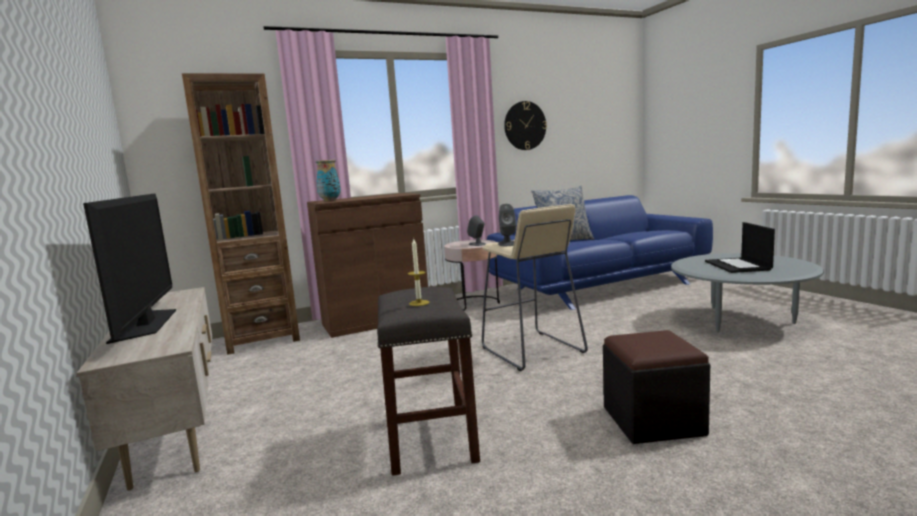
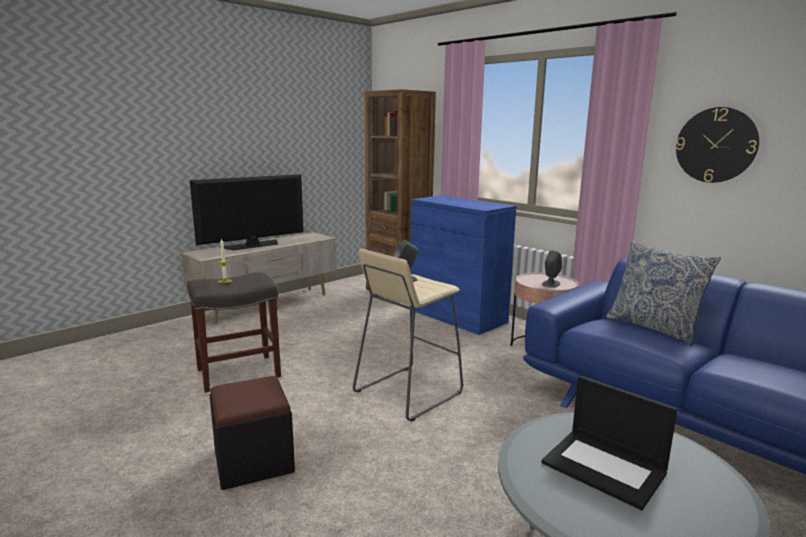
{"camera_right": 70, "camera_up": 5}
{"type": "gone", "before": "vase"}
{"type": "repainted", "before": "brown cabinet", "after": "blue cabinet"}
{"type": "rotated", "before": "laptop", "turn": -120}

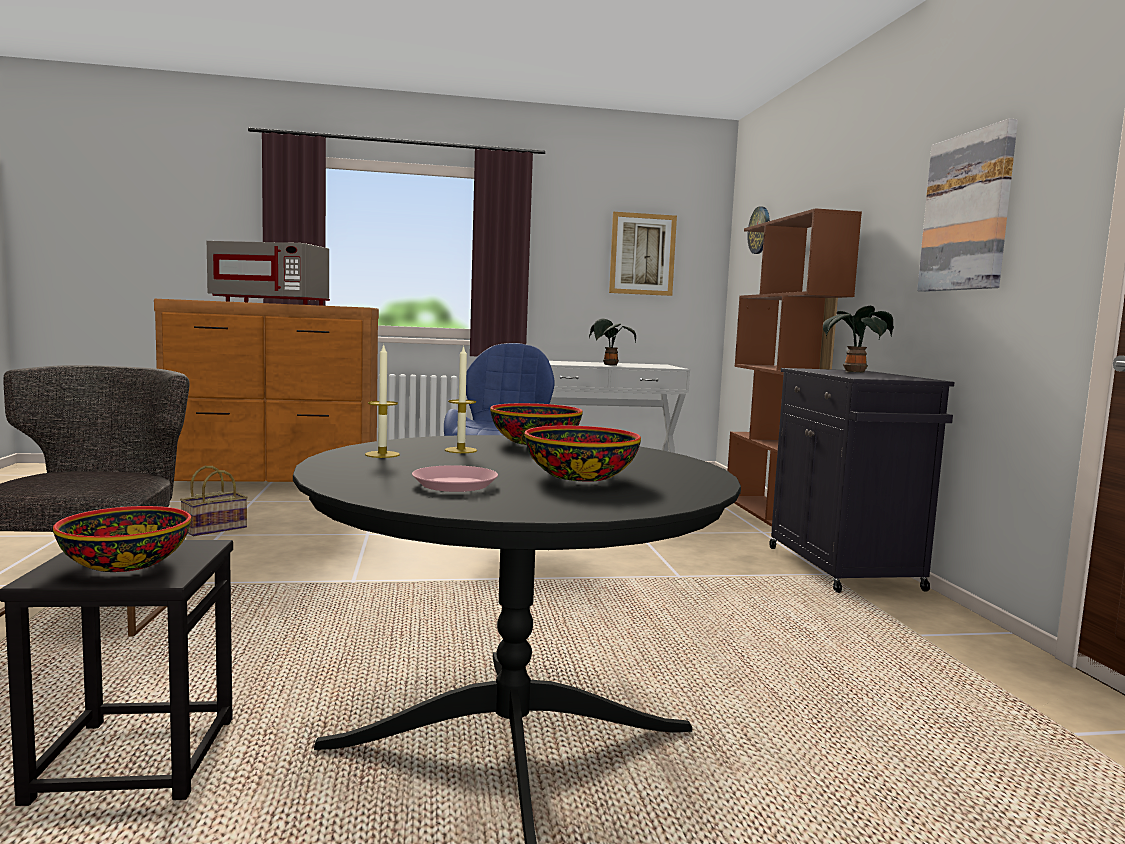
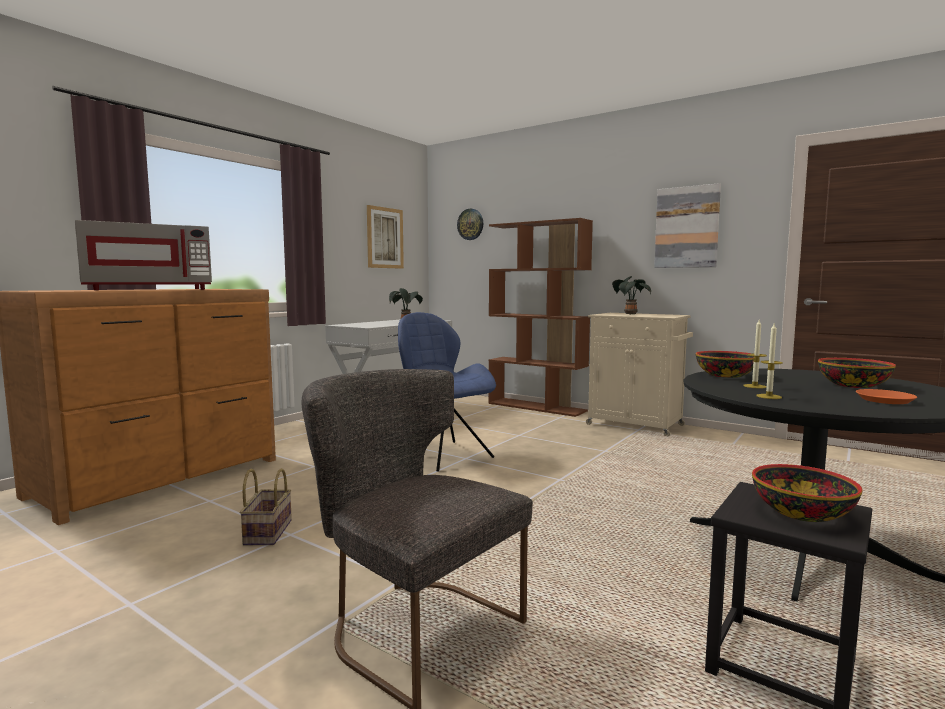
{"camera_right": -45, "camera_up": 0}
{"type": "repainted", "before": "pink plate", "after": "orange plate"}
{"type": "repainted", "before": "black cabinet", "after": "beige cabinet"}

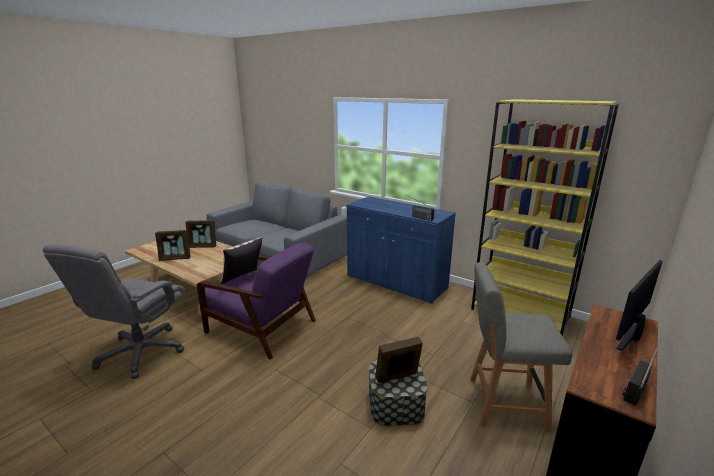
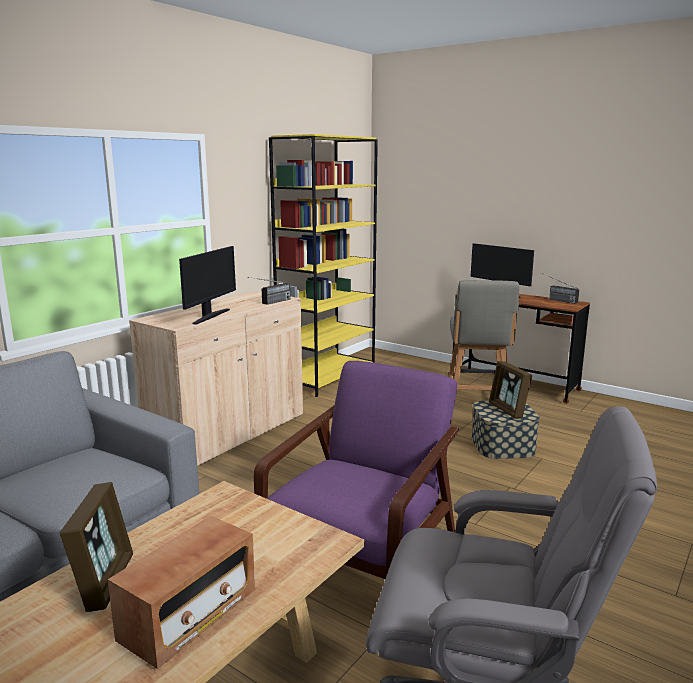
{"camera_right": -90, "camera_up": -5}
{"type": "gone", "before": "beige pillow"}
{"type": "new", "after": "monitor (no. 1 from left)"}
{"type": "swapped", "before": "picture frame (no. 1 from left)", "after": "radio (no. 1 from left)"}
{"type": "repainted", "before": "blue cabinet", "after": "beige cabinet"}

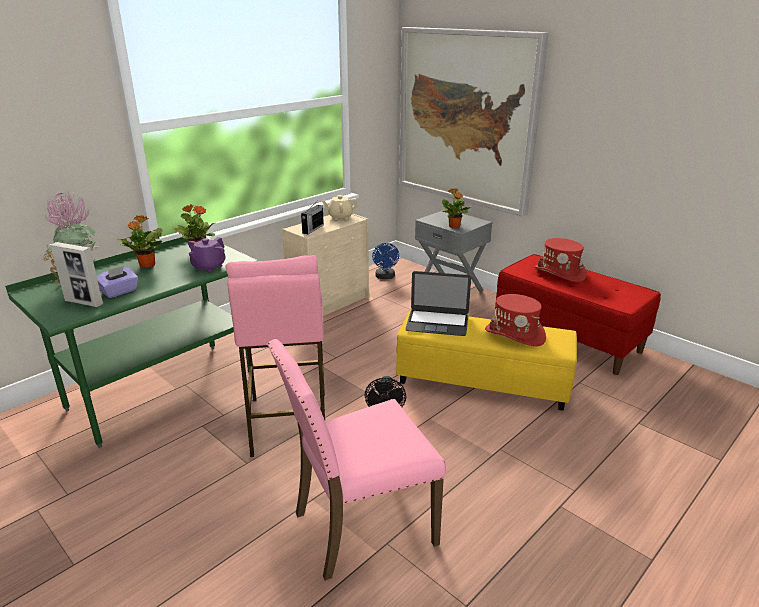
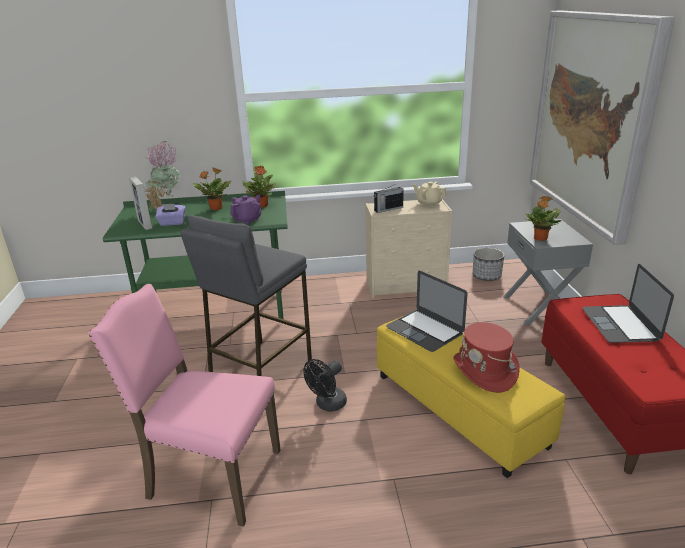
{"camera_right": 40, "camera_up": 0}
{"type": "swapped", "before": "blue fan", "after": "planter"}
{"type": "swapped", "before": "red hat (no. 2 from left)", "after": "laptop (no. 2 from left)"}
{"type": "repainted", "before": "pink stool", "after": "grey stool"}
{"type": "rotated", "before": "purple teapot", "turn": 150}

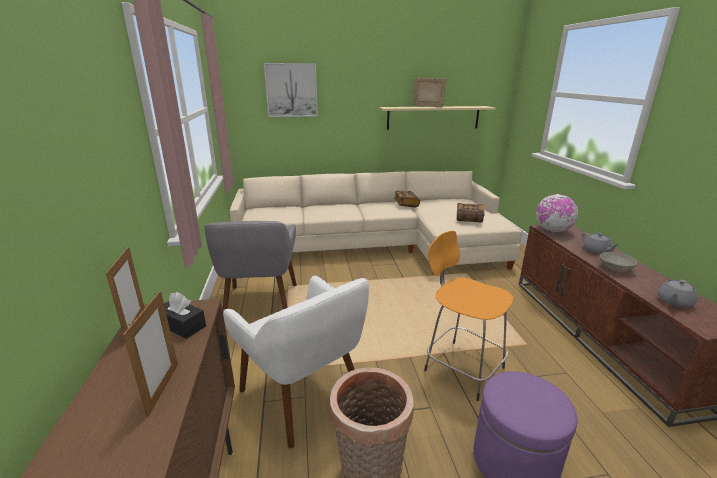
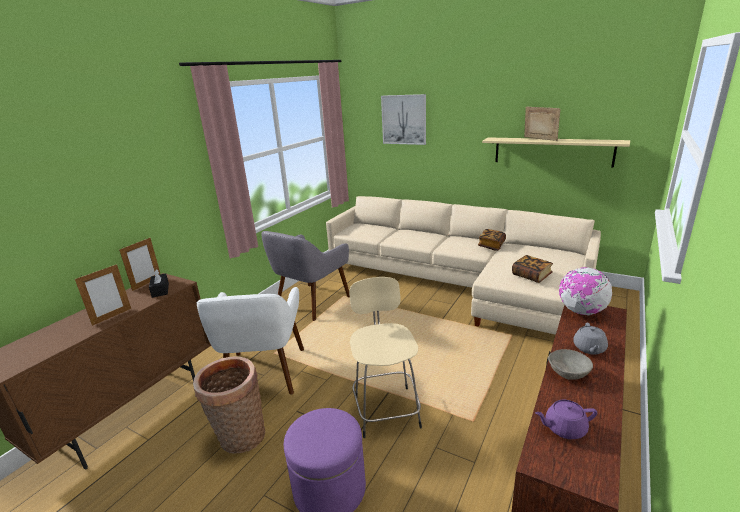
{"camera_right": 40, "camera_up": 0}
{"type": "repainted", "before": "orange stool", "after": "beige stool"}
{"type": "repainted", "before": "grey teapot (no. 2 from left)", "after": "purple teapot"}

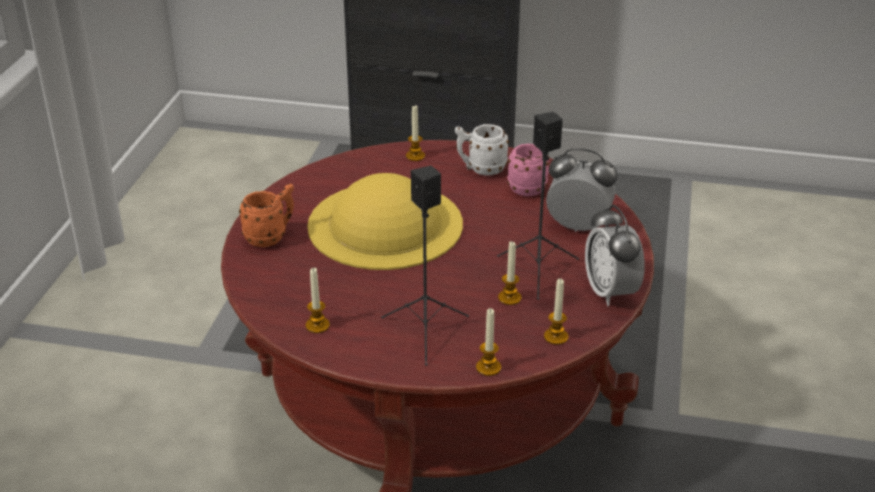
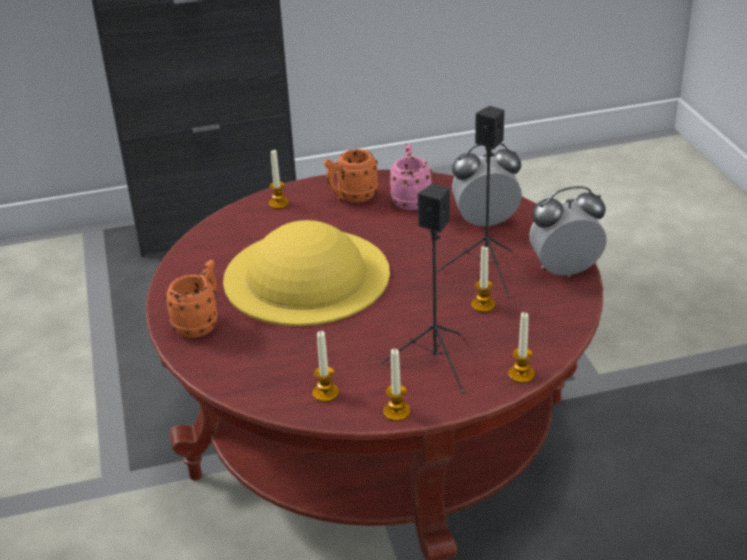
{"camera_right": -25, "camera_up": 0}
{"type": "shifted", "before": "candle (no. 5 from left in the first image)", "after": "candle (no. 3 from left)"}
{"type": "repainted", "before": "white mug", "after": "orange mug (no. 2 from left)"}
{"type": "rotated", "before": "alarm clock (no. 2 from left)", "turn": 120}

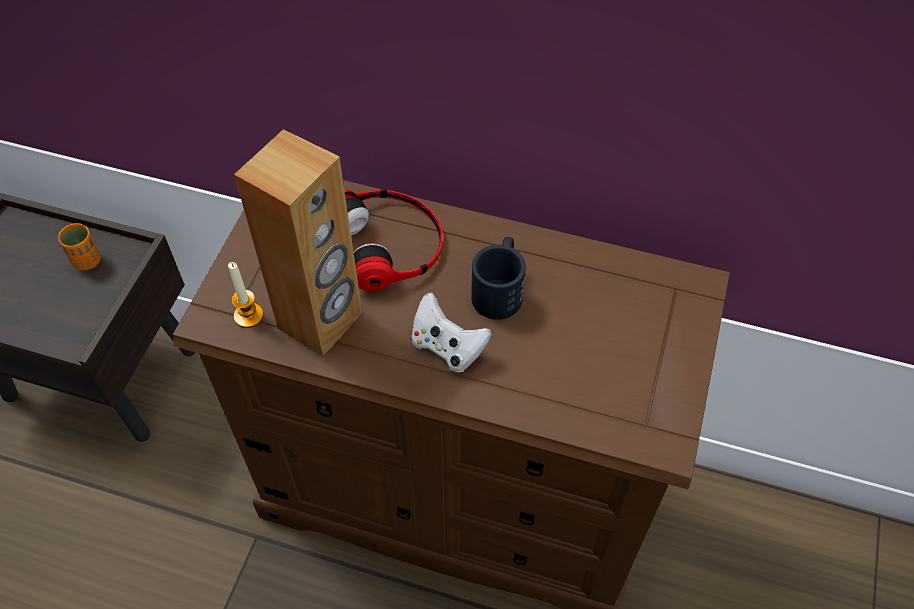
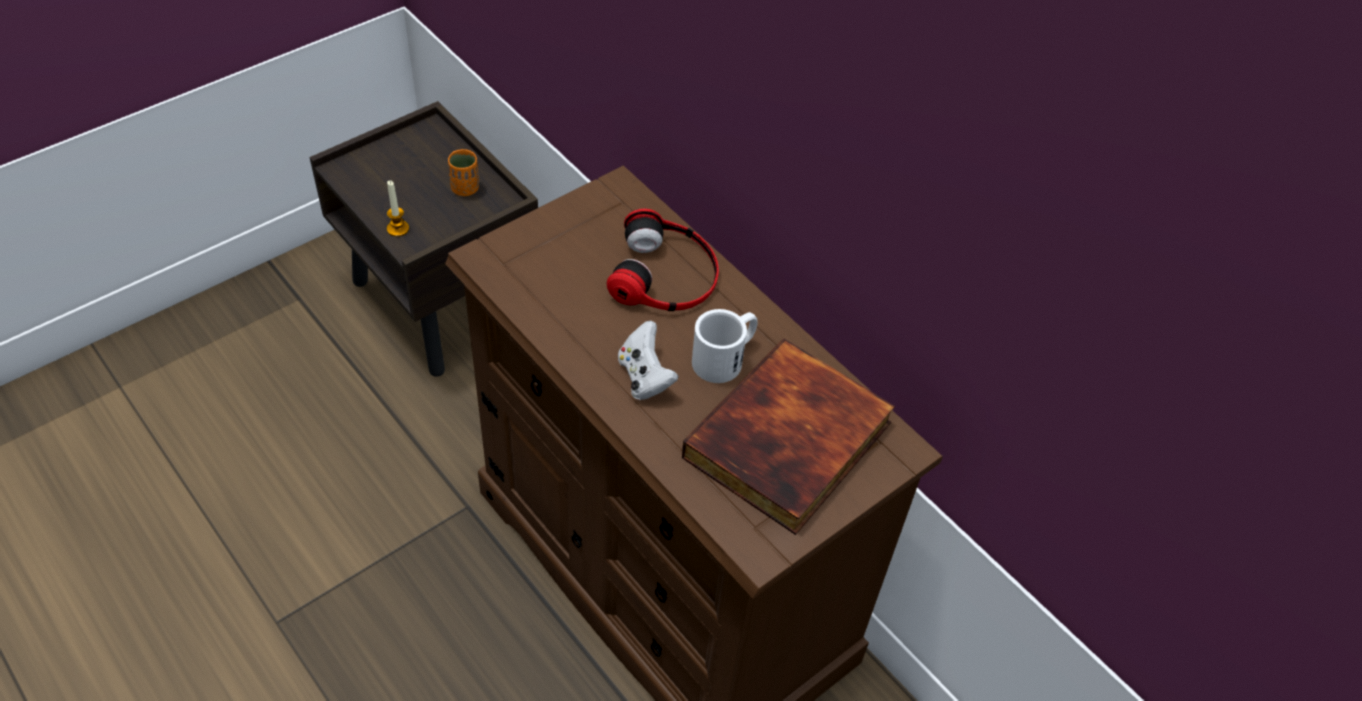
{"camera_right": 30, "camera_up": -5}
{"type": "gone", "before": "brown speaker"}
{"type": "new", "after": "book"}
{"type": "shifted", "before": "candle"}
{"type": "repainted", "before": "black mug", "after": "white mug"}

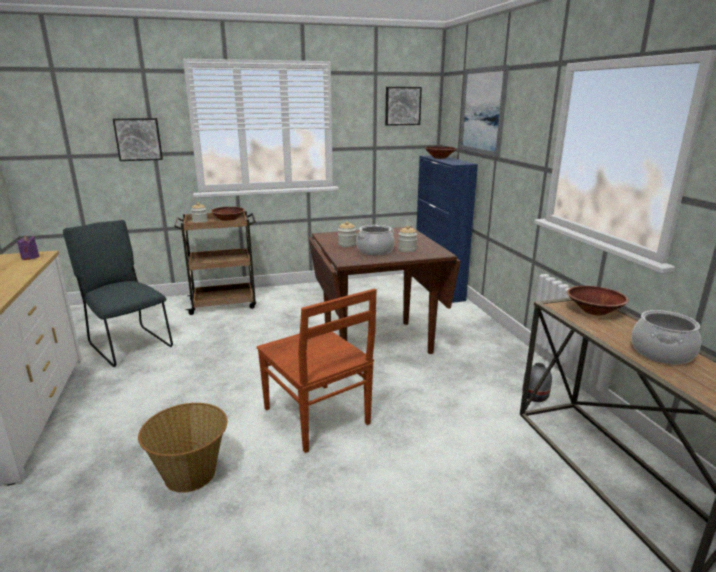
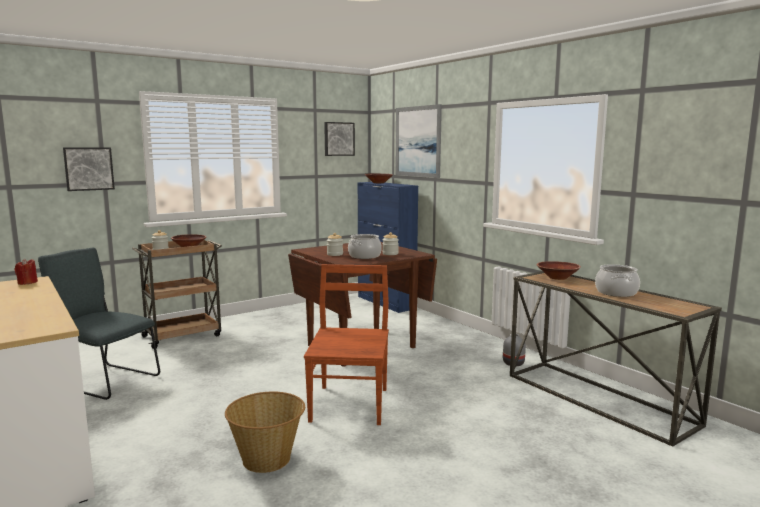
{"camera_right": -20, "camera_up": -10}
{"type": "repainted", "before": "purple candle", "after": "red candle"}
{"type": "rotated", "before": "brown chair", "turn": -120}

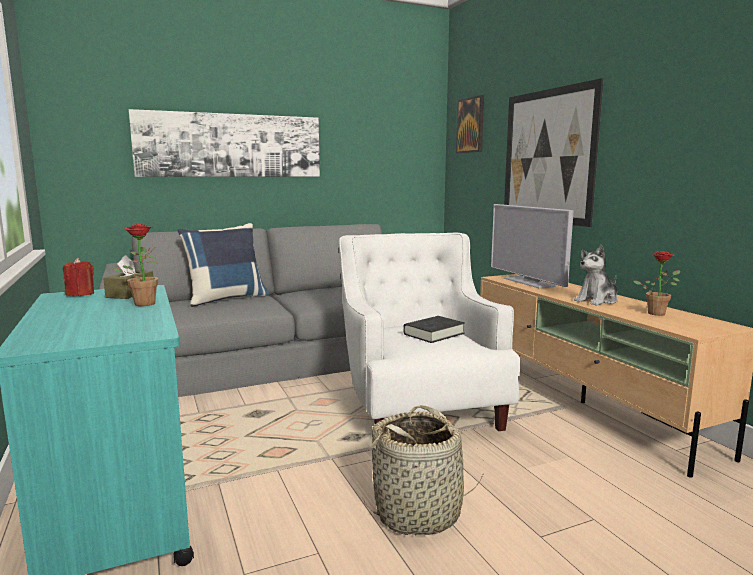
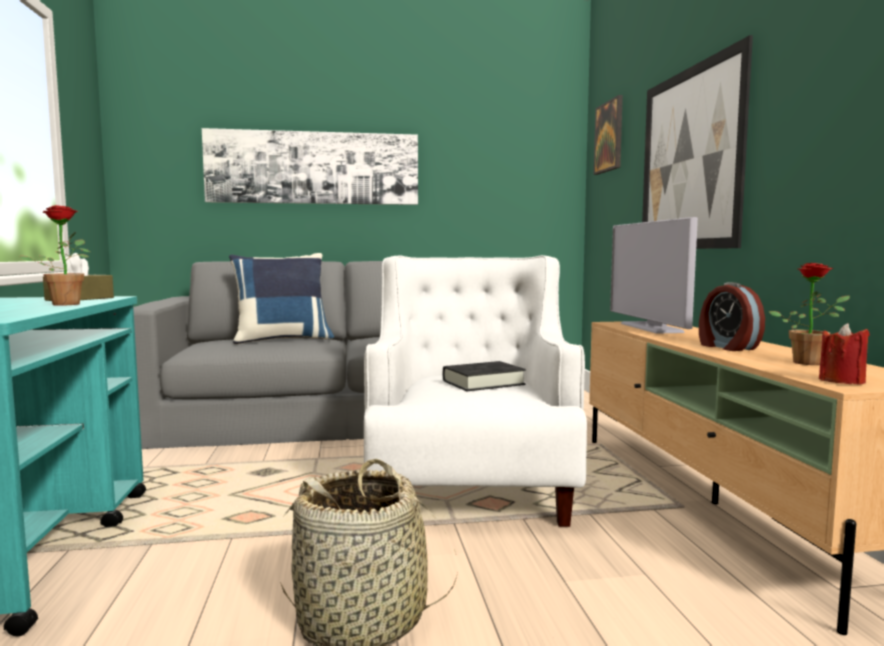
{"camera_right": 15, "camera_up": -5}
{"type": "shifted", "before": "red candle"}
{"type": "swapped", "before": "plush toy", "after": "alarm clock"}

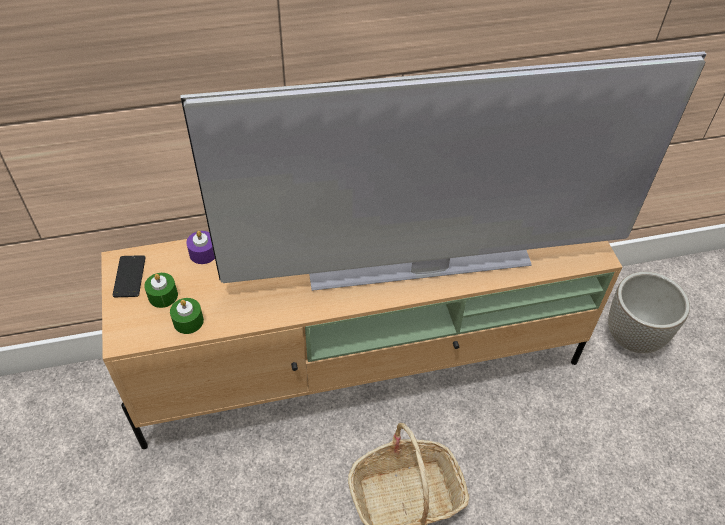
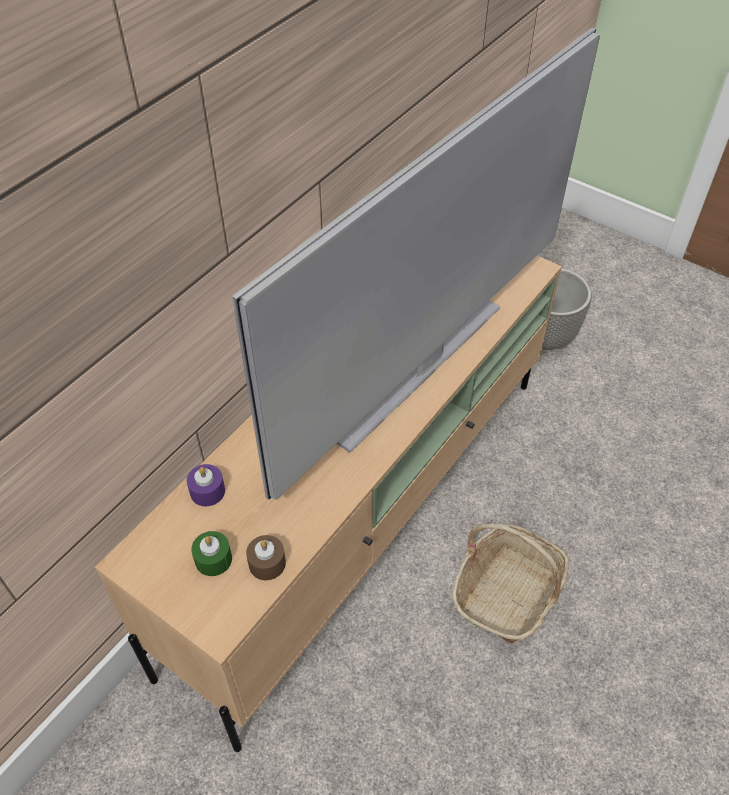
{"camera_right": -40, "camera_up": 0}
{"type": "gone", "before": "phone"}
{"type": "repainted", "before": "green candle (no. 2 from left)", "after": "brown candle"}

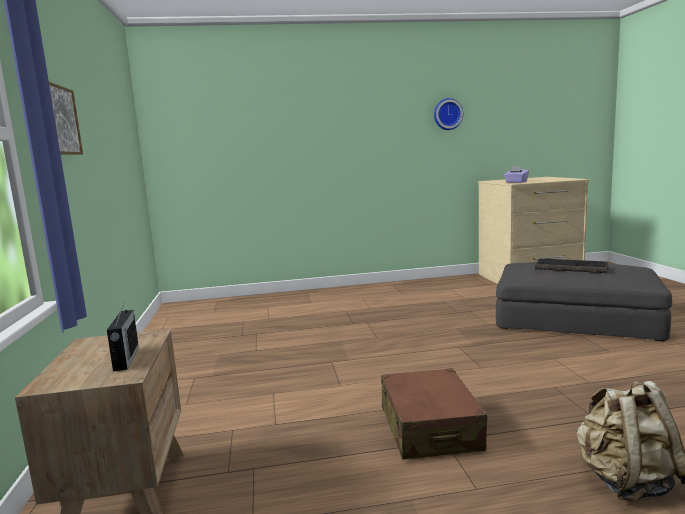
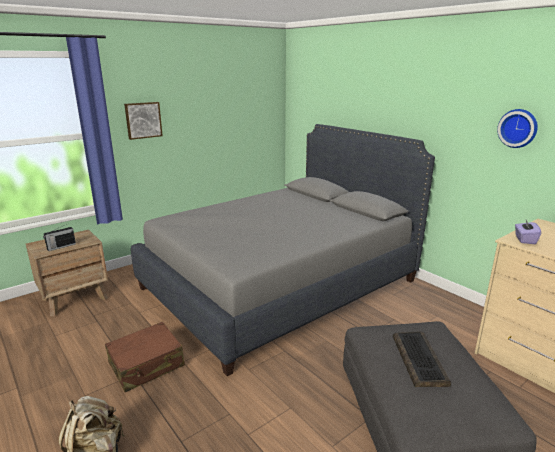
{"camera_right": 60, "camera_up": 10}
{"type": "new", "after": "grey bed"}

